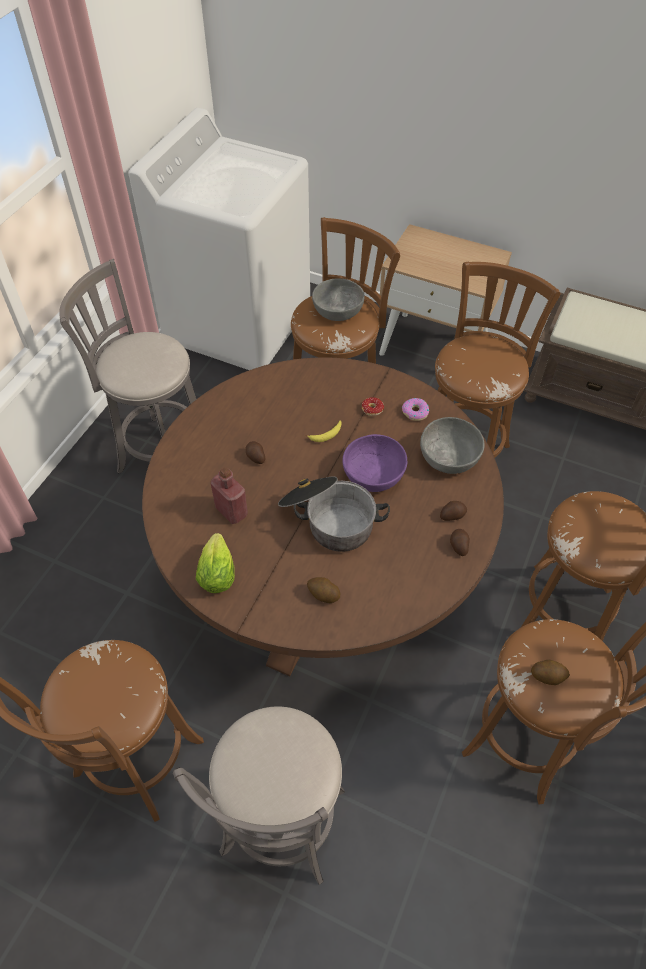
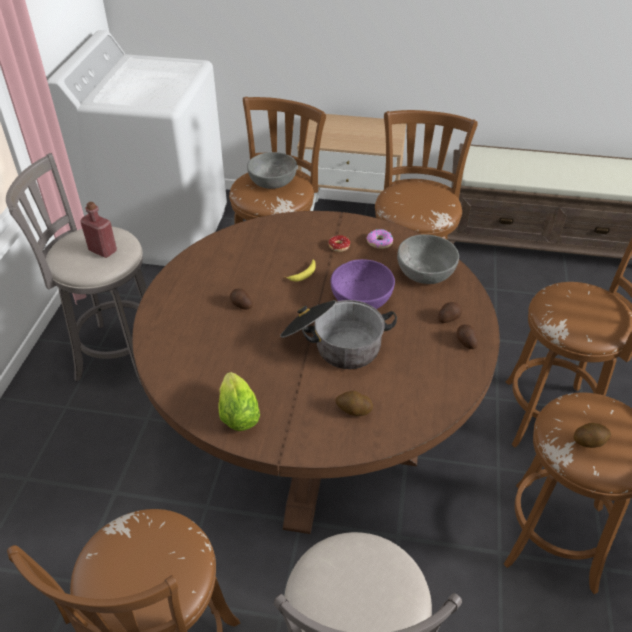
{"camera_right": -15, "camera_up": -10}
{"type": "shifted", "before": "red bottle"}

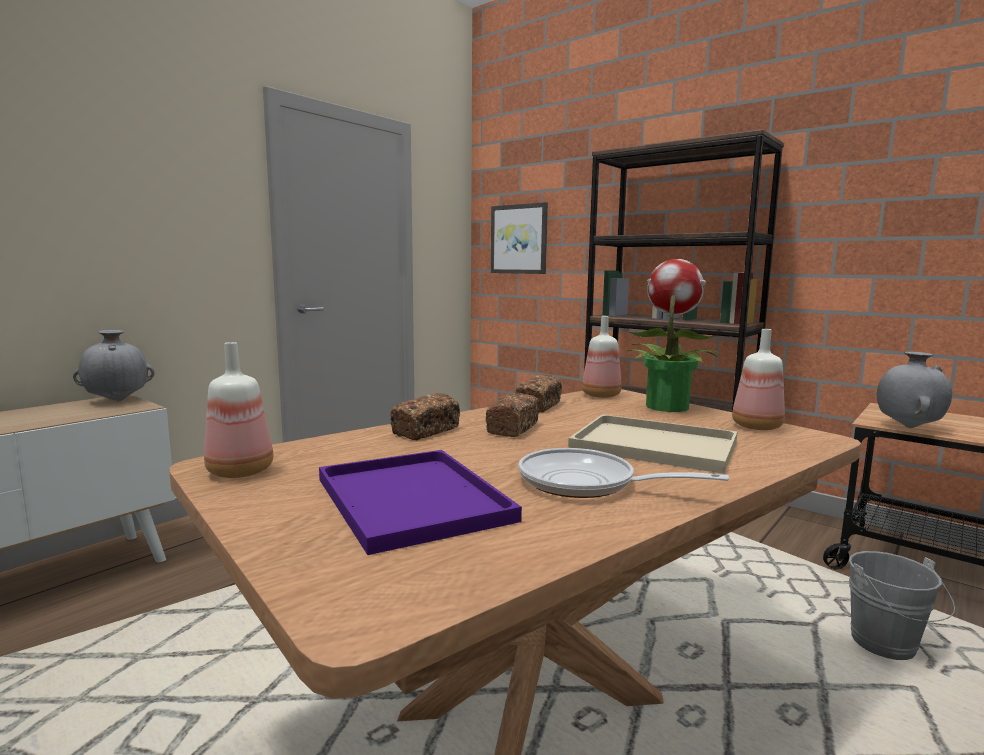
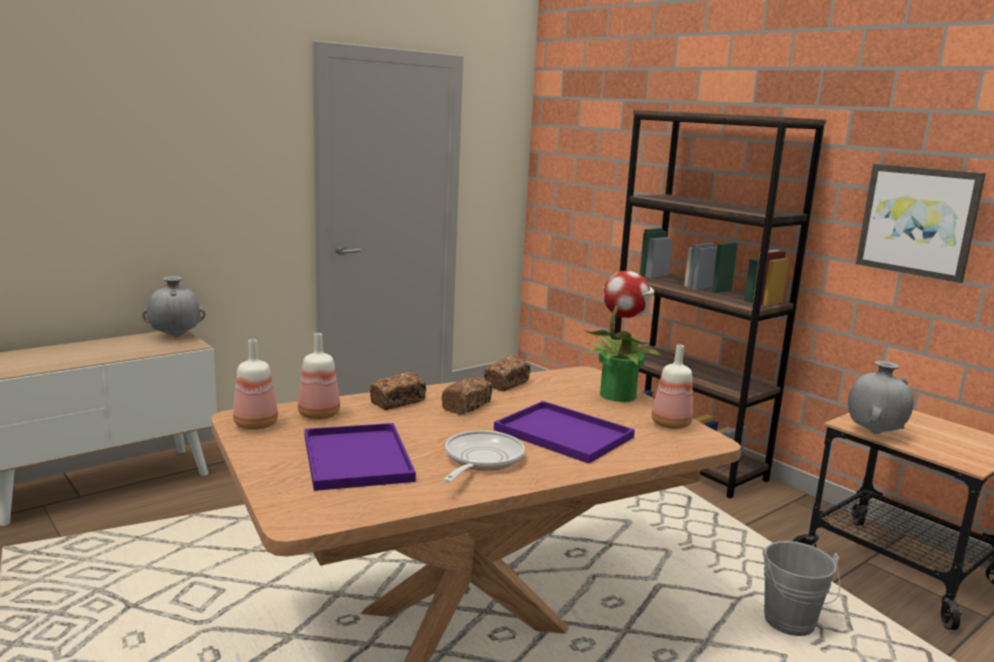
{"camera_right": 10, "camera_up": 5}
{"type": "shifted", "before": "picture"}
{"type": "shifted", "before": "bottle (no. 2 from left)"}
{"type": "repainted", "before": "beige tray", "after": "purple tray (no. 2 from left)"}
{"type": "rotated", "before": "frying pan", "turn": 75}

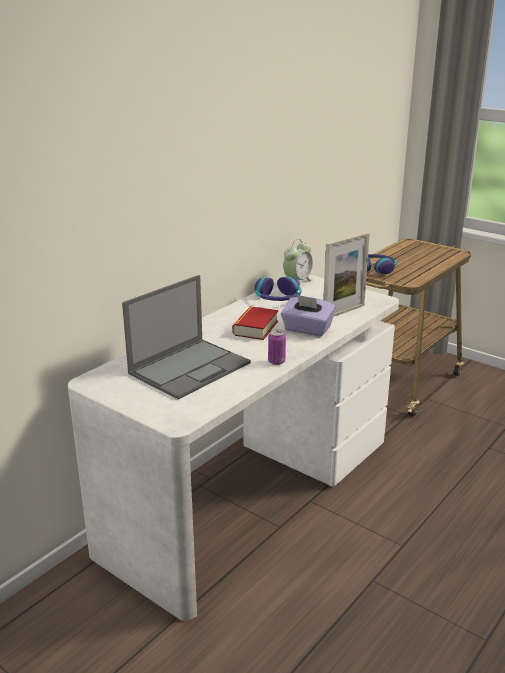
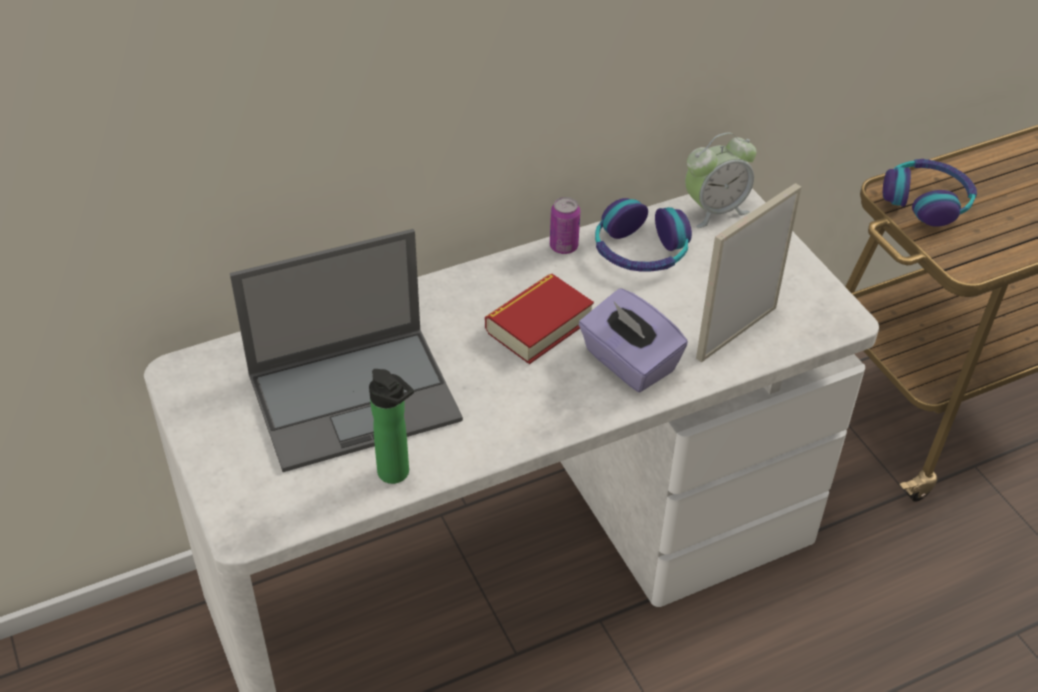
{"camera_right": 25, "camera_up": 20}
{"type": "new", "after": "bottle"}
{"type": "shifted", "before": "can"}
{"type": "rotated", "before": "picture frame", "turn": 150}

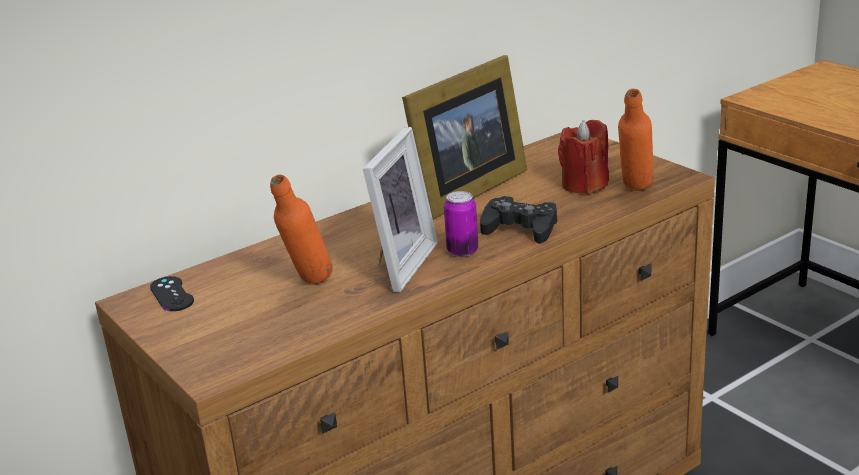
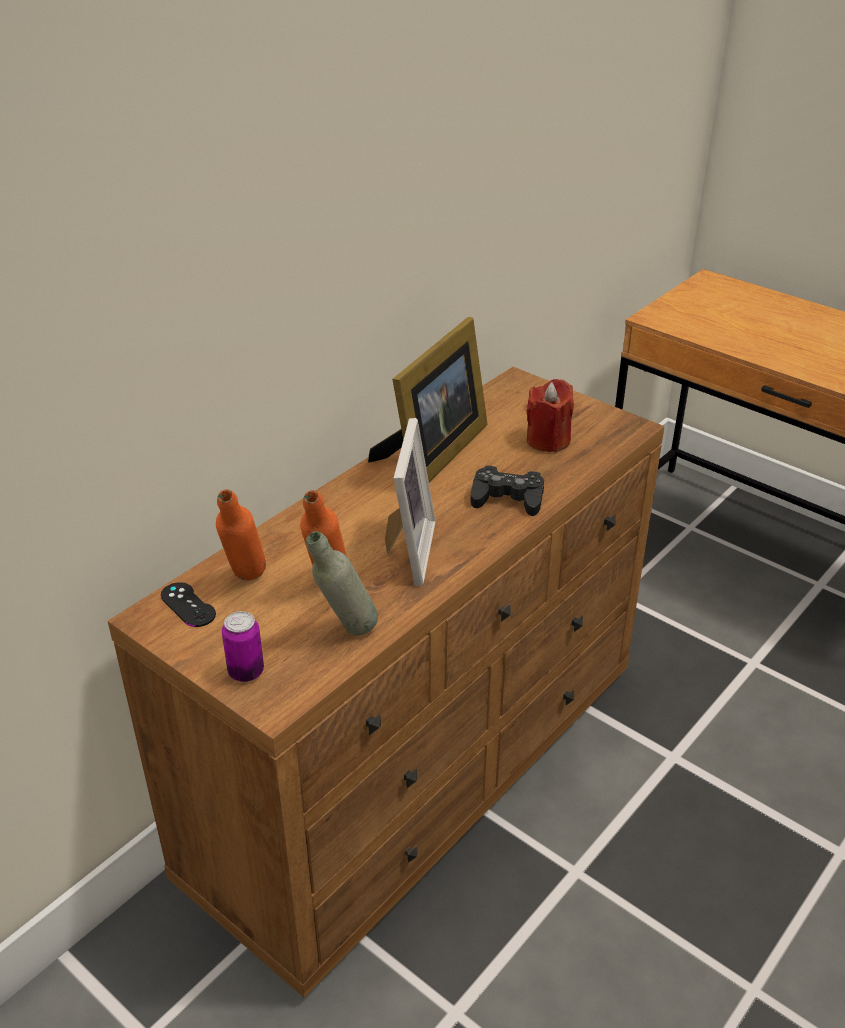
{"camera_right": -15, "camera_up": 10}
{"type": "new", "after": "grey bottle"}
{"type": "shifted", "before": "can"}
{"type": "shifted", "before": "orange bottle (no. 2 from left in the first image)", "after": "orange bottle (no. 1 from left)"}

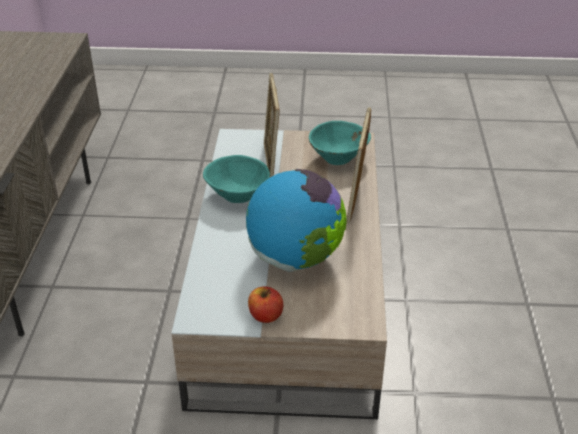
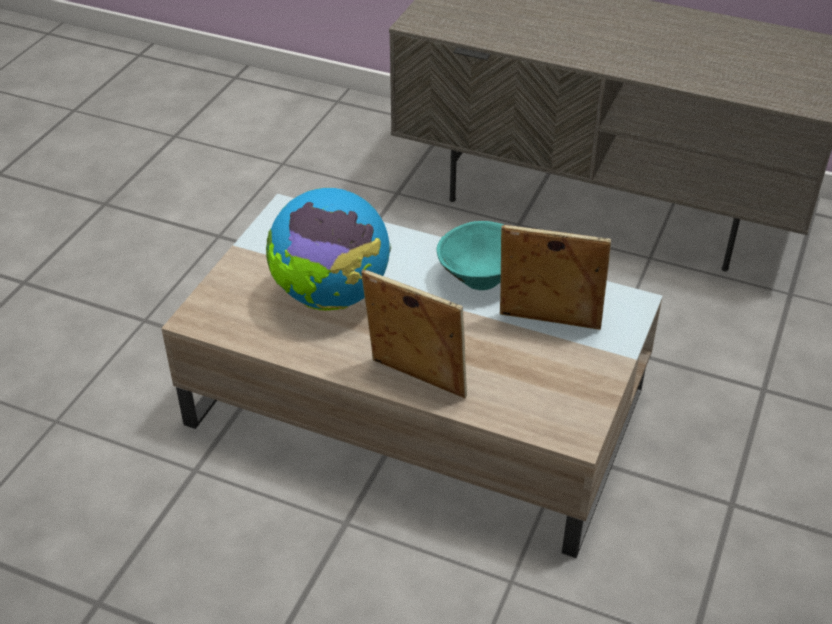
{"camera_right": 110, "camera_up": 5}
{"type": "gone", "before": "apple"}
{"type": "gone", "before": "turquoise bowl (no. 2 from left)"}

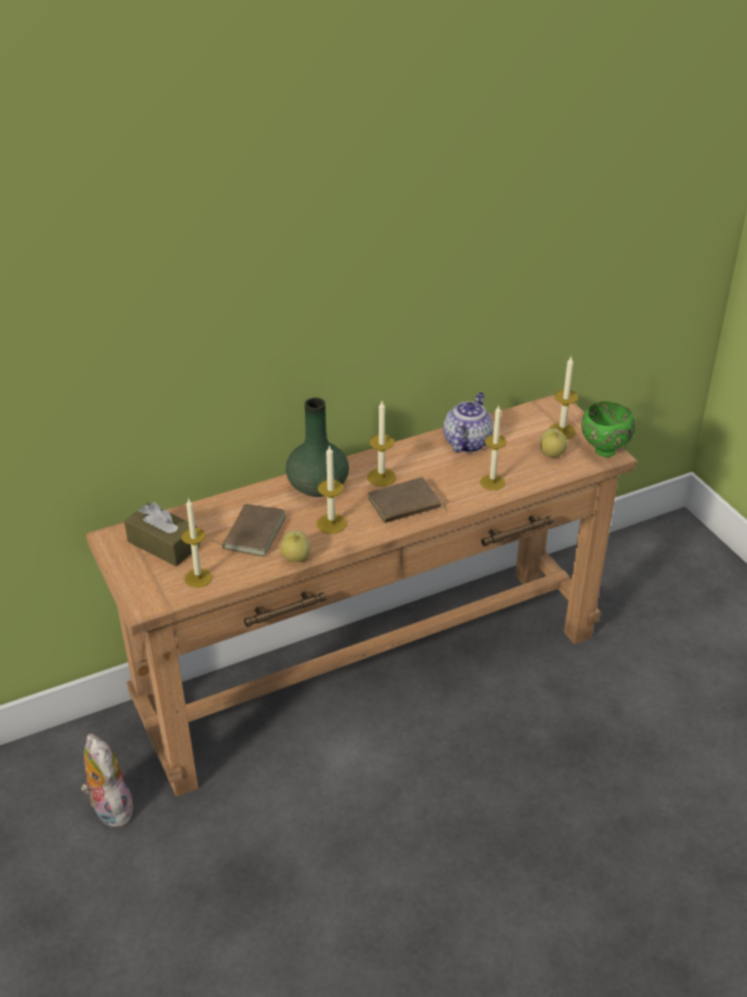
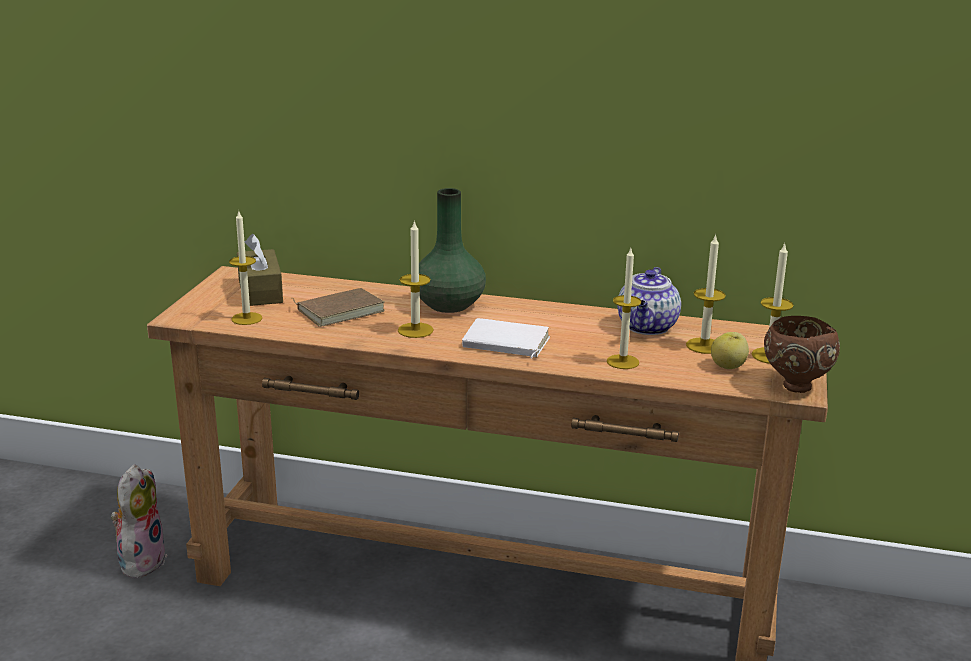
{"camera_right": 40, "camera_up": -15}
{"type": "gone", "before": "apple (no. 1 from left)"}
{"type": "shifted", "before": "candle (no. 3 from left in the first image)", "after": "candle (no. 4 from left)"}
{"type": "repainted", "before": "brown book (no. 2 from left)", "after": "white book"}
{"type": "repainted", "before": "green bowl", "after": "brown bowl"}
{"type": "rotated", "before": "teapot", "turn": 135}

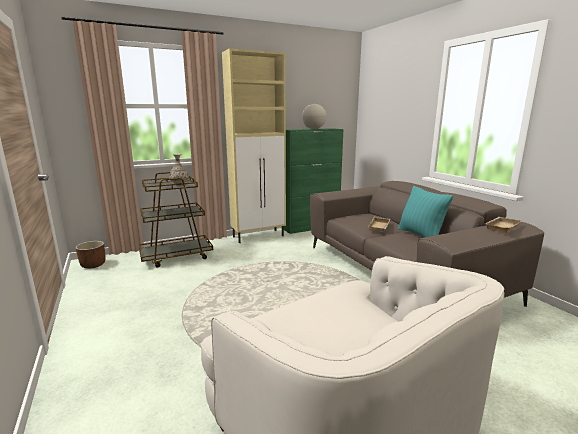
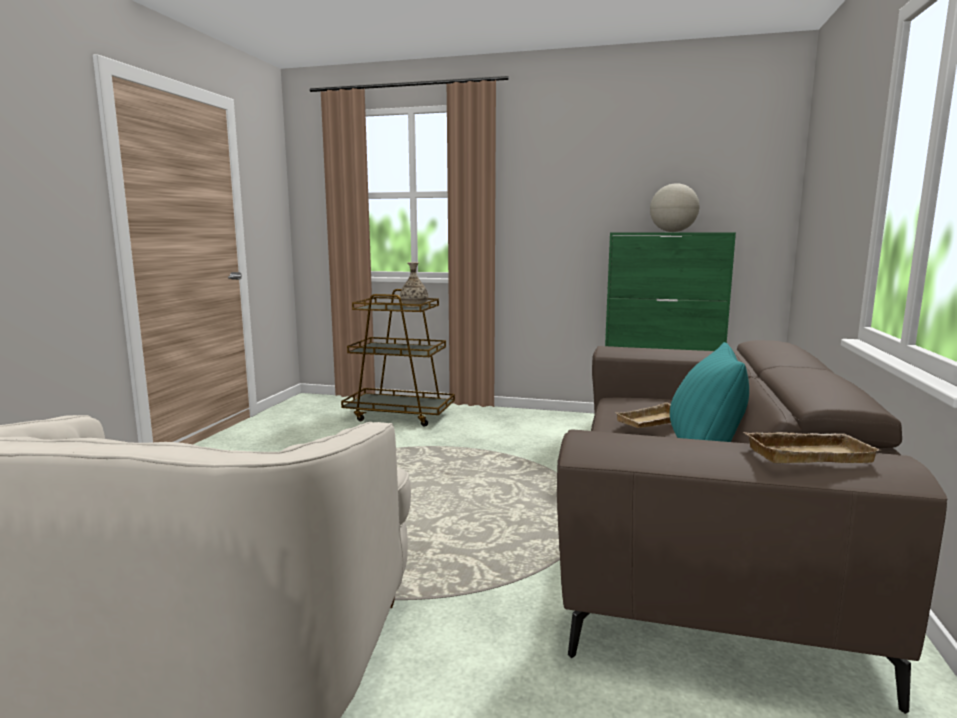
{"camera_right": 40, "camera_up": -5}
{"type": "gone", "before": "brown planter"}
{"type": "gone", "before": "beige cabinet"}

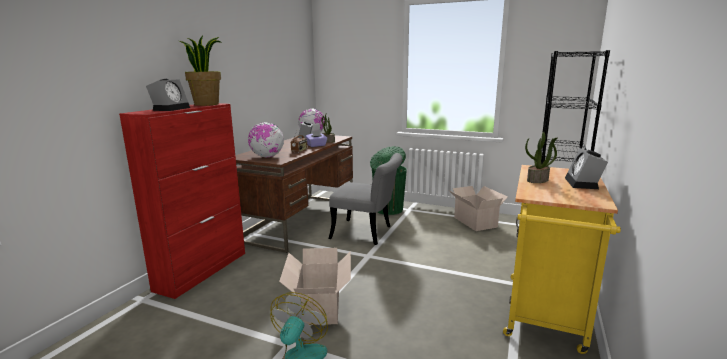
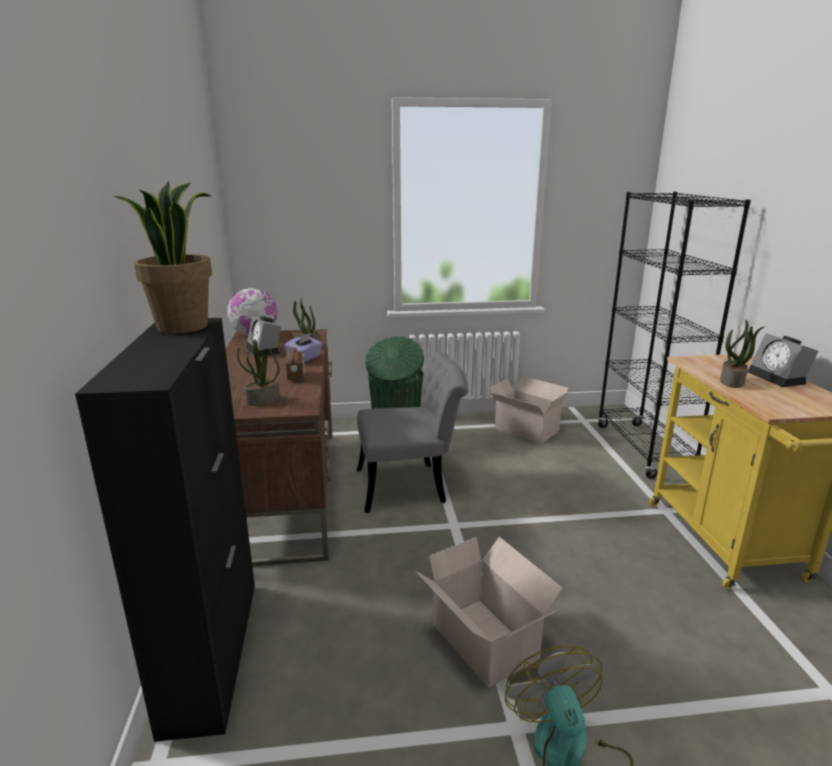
{"camera_right": -30, "camera_up": 5}
{"type": "gone", "before": "alarm clock (no. 1 from left)"}
{"type": "swapped", "before": "globe (no. 1 from left)", "after": "potted plant (no. 2 from left)"}
{"type": "repainted", "before": "red cabinet", "after": "black cabinet"}

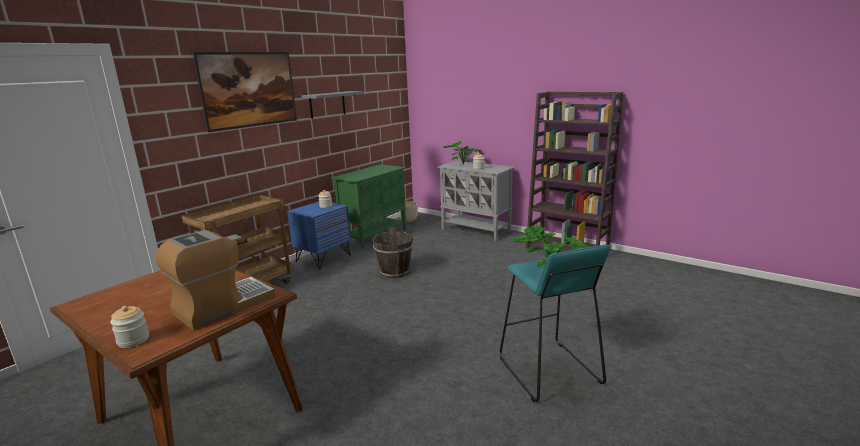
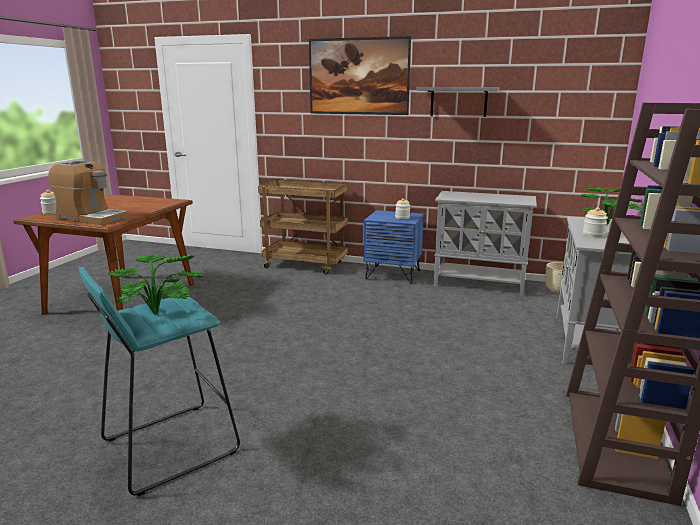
{"camera_right": 70, "camera_up": 0}
{"type": "gone", "before": "brown bucket"}
{"type": "repainted", "before": "green cabinet", "after": "grey cabinet (no. 1 from left)"}

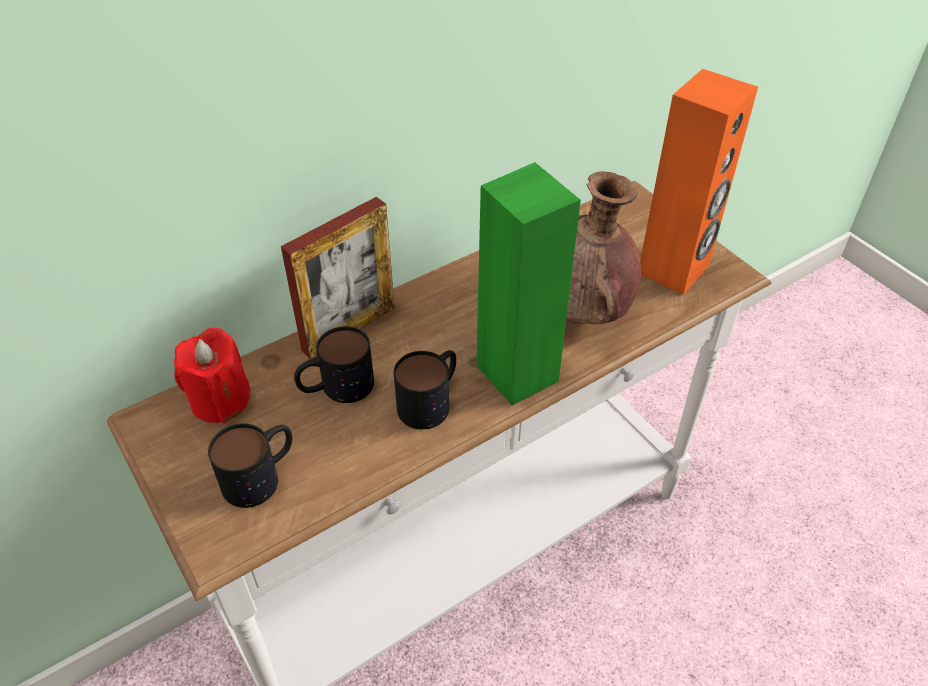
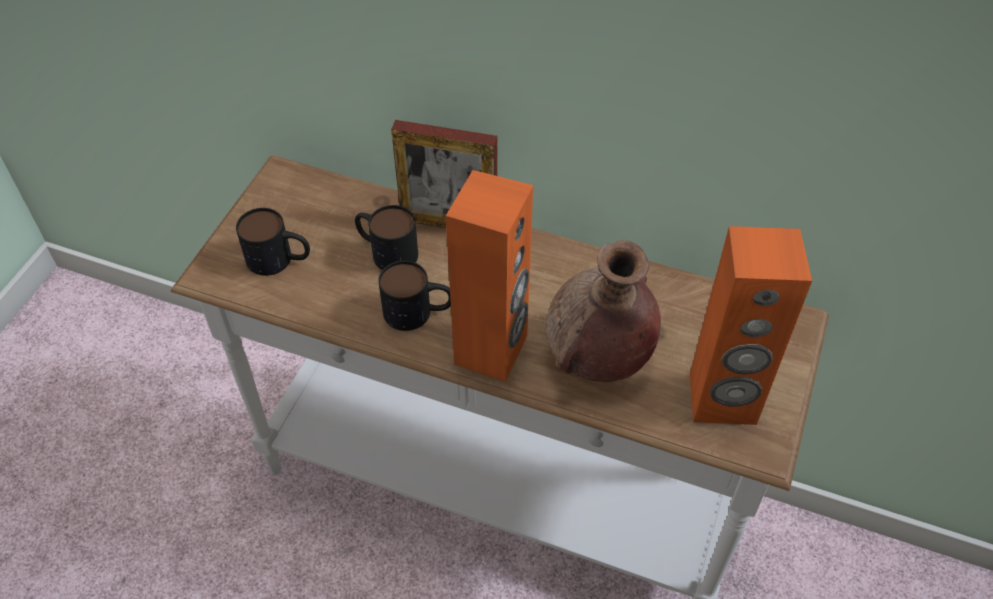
{"camera_right": 55, "camera_up": 5}
{"type": "gone", "before": "red candle"}
{"type": "repainted", "before": "green speaker", "after": "orange speaker (no. 1 from left)"}

